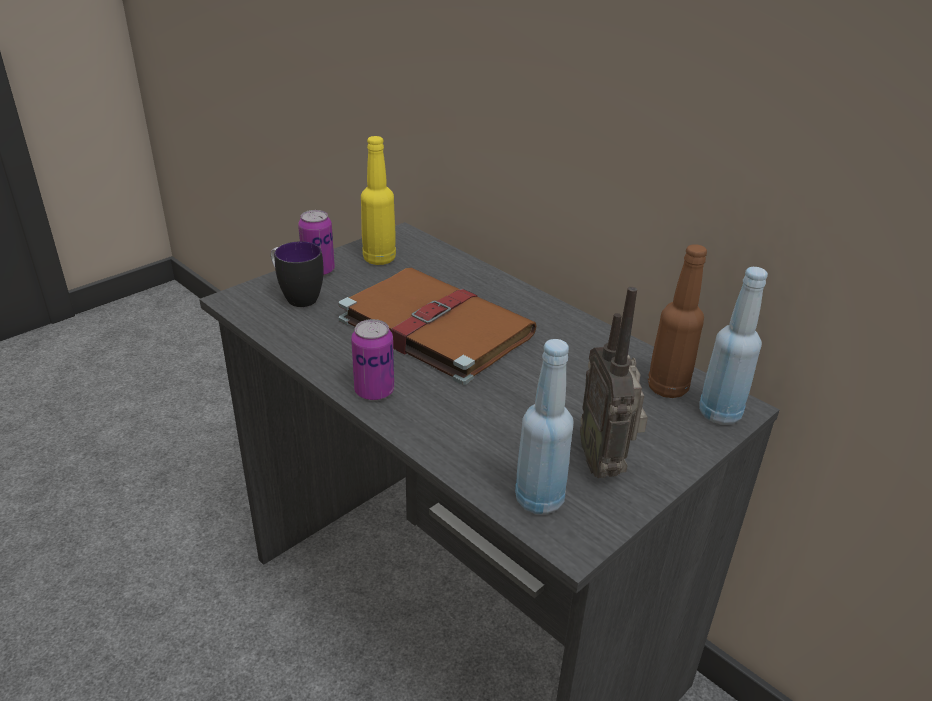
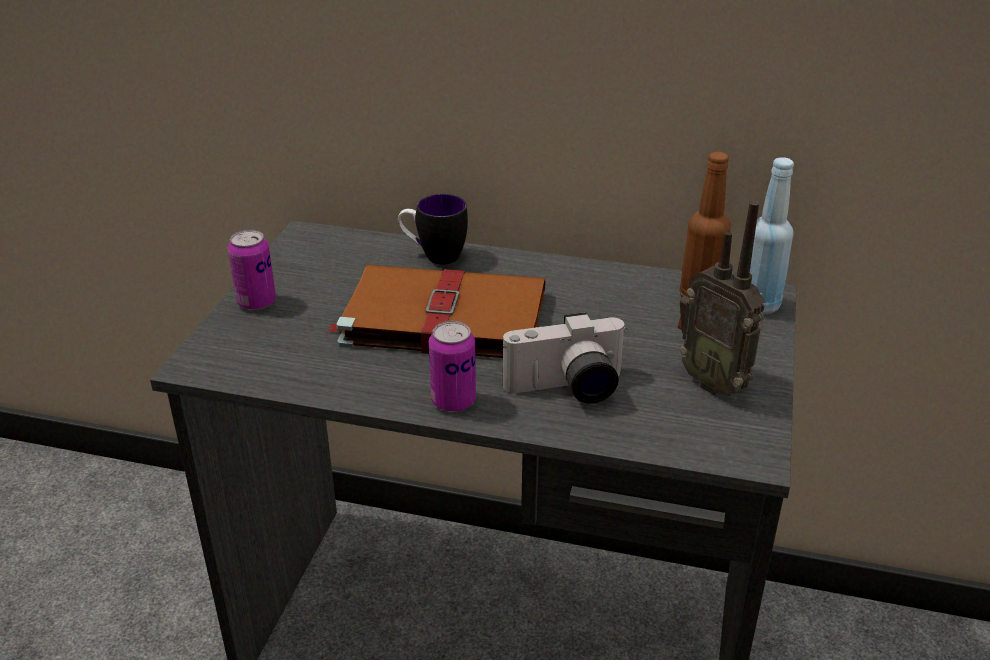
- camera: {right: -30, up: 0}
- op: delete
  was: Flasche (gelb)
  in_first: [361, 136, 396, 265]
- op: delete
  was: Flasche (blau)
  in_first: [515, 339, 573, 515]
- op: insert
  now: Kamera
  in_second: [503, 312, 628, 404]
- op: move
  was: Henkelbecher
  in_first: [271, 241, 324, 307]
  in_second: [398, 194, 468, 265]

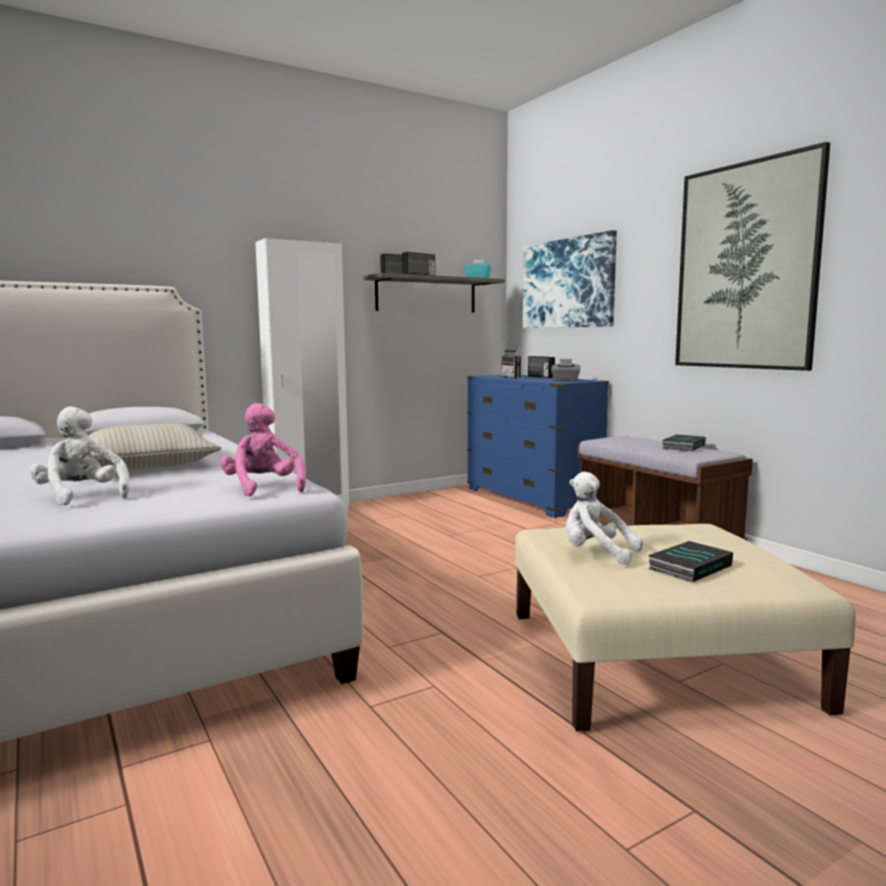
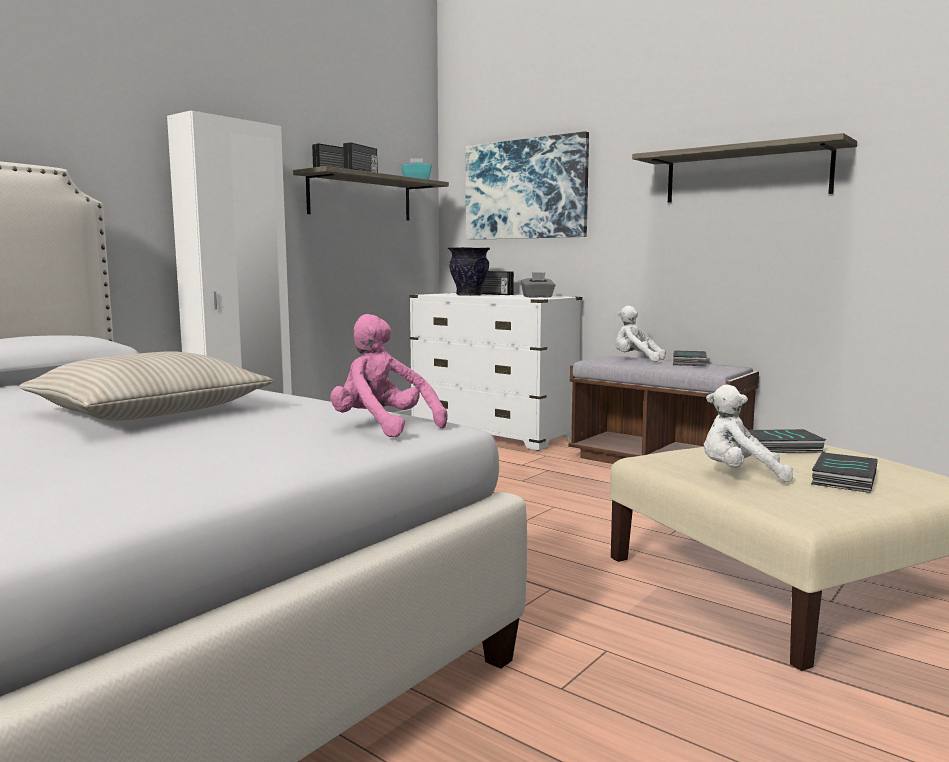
- camera: {right: -20, up: 0}
- op: insert
  now: Buch
  in_second: [748, 429, 826, 453]
- op: move
  was: Plüschtier (weiß)
  in_first: [30, 406, 130, 506]
  in_second: [615, 306, 666, 362]
- op: replace
  was: Radio
  now: Vase
  in_first: [501, 344, 521, 378]
  in_second: [448, 247, 490, 296]
- op: replace
  was: Bild
  now: Wandregal
  in_first: [675, 142, 830, 371]
  in_second: [632, 133, 857, 202]
- op: recolor
  was: Kommode (blau)
  now: Kommode (weiß)
  in_first: [467, 375, 609, 518]
  in_second: [409, 293, 582, 451]

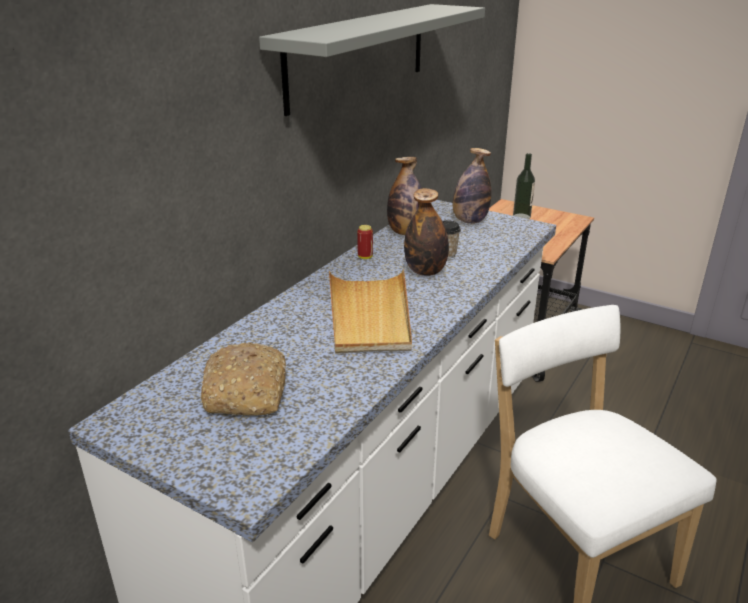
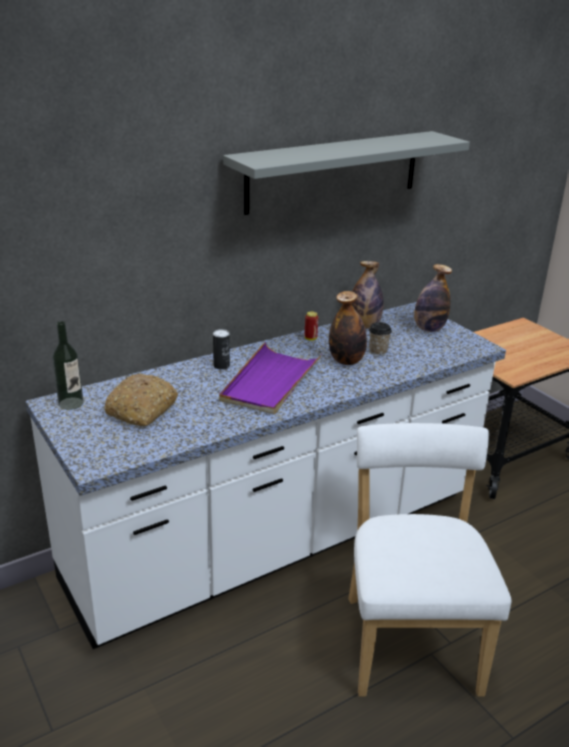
- camera: {right: 25, up: 0}
- op: insert
  now: Dose
  in_second: [213, 329, 230, 370]
- op: move
  was: Flasche
  in_first: [513, 153, 535, 219]
  in_second: [52, 321, 84, 410]
- op: recolor
  was: Tablett (beige)
  now: Tablett (lila)
  in_first: [329, 269, 412, 353]
  in_second: [219, 342, 322, 415]

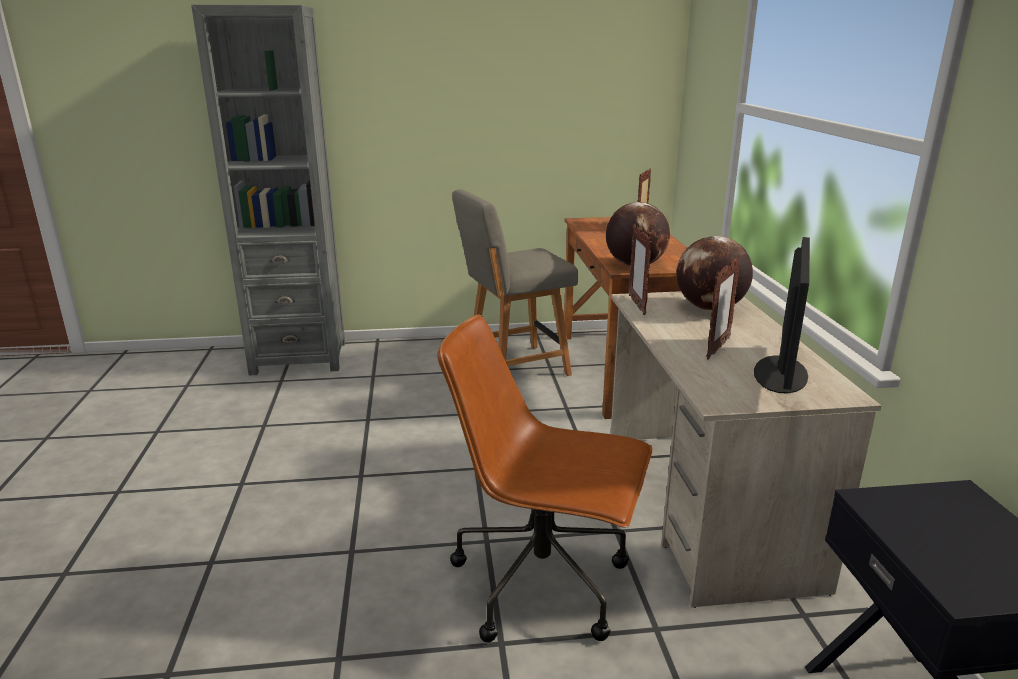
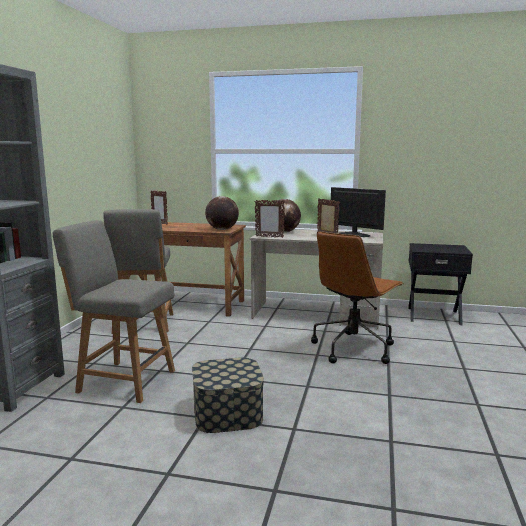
- camera: {right: -70, up: -10}
- op: insert
  now: Stuhl (grau)
  in_second: [53, 220, 175, 403]
- op: insert
  now: Aufbewahrungsbox
  in_second: [192, 358, 264, 433]

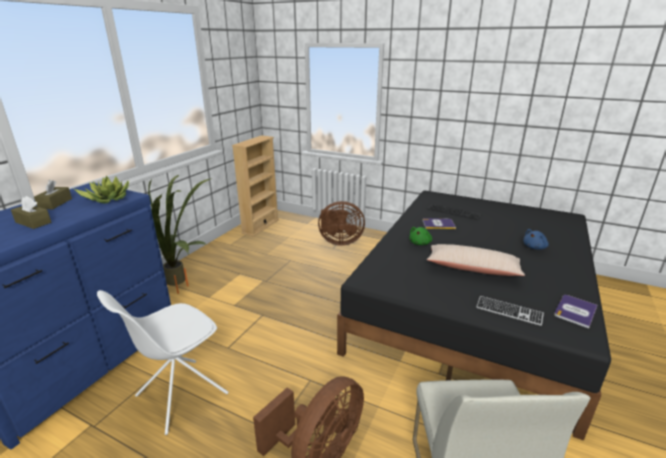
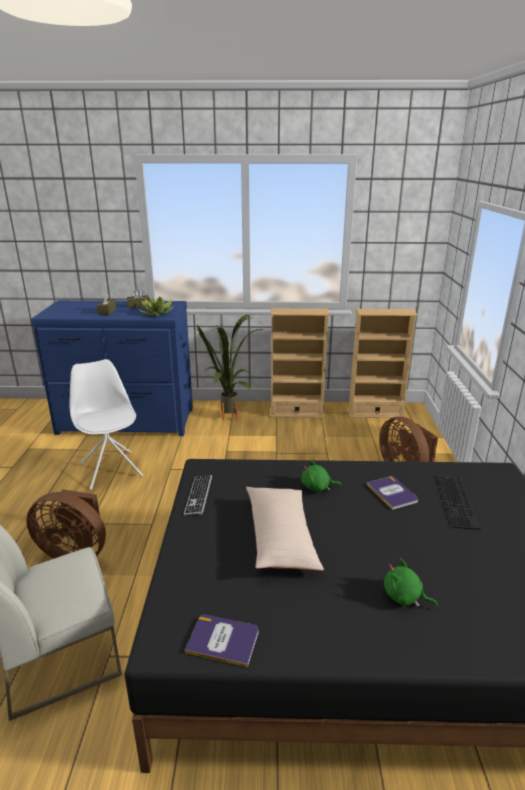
- camera: {right: 65, up: 0}
- op: insert
  now: Bücherregal (beige)
  in_second: [270, 308, 330, 418]
- op: move
  was: Tastatur
  in_first: [476, 296, 544, 326]
  in_second: [184, 475, 212, 515]
- op: recolor
  was: Plüschtier (blau)
  now: Plüschtier (grün)
  in_first: [523, 229, 549, 250]
  in_second: [384, 558, 438, 607]
- op: rotate
  was: Stuhl (weiß)
  in_first: [97, 290, 228, 435]
  in_second: [70, 359, 143, 490]
  clockwise: 45

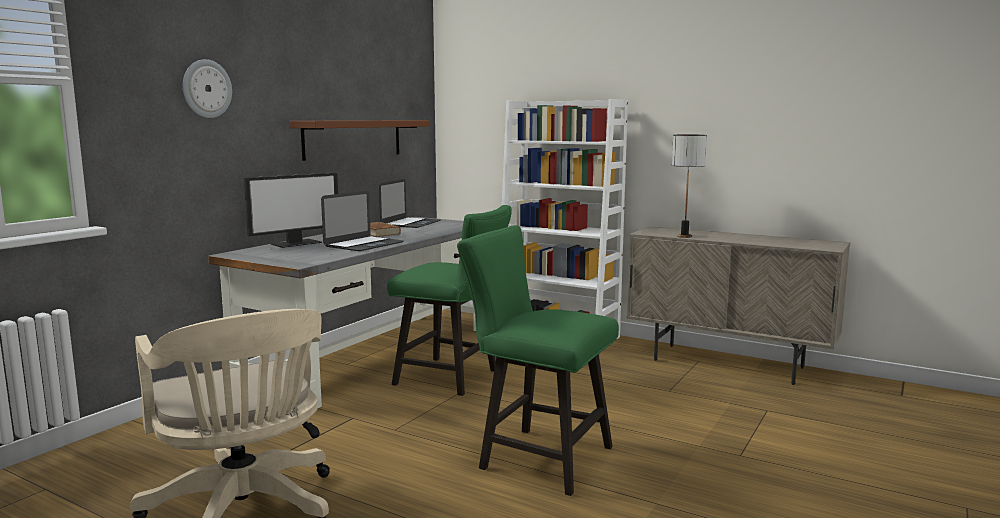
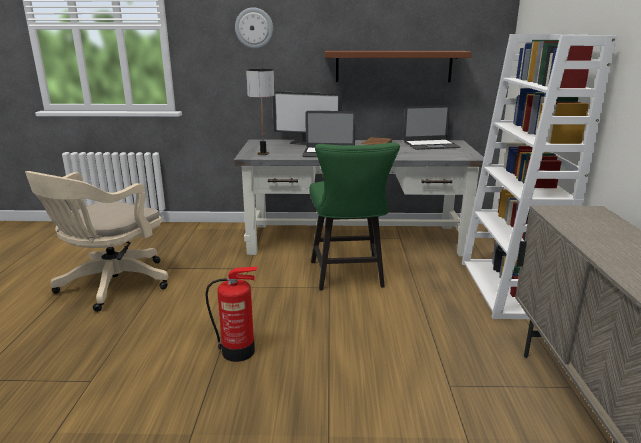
- camera: {right: 60, up: 10}
- op: move
  was: Tischlampe
  in_first: [672, 135, 707, 238]
  in_second: [246, 69, 275, 155]
- op: replace
  was: Stuhl (grün)
  now: Feuerlöscher
  in_first: [457, 225, 619, 496]
  in_second: [205, 267, 257, 362]

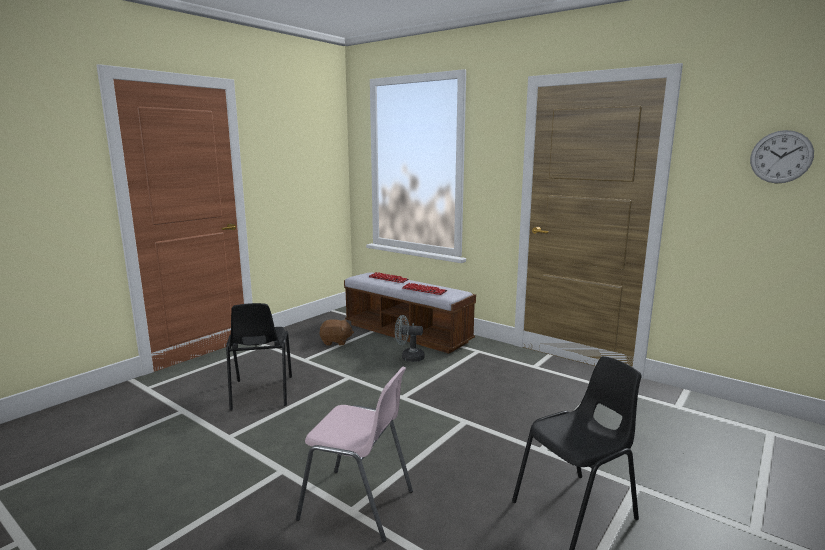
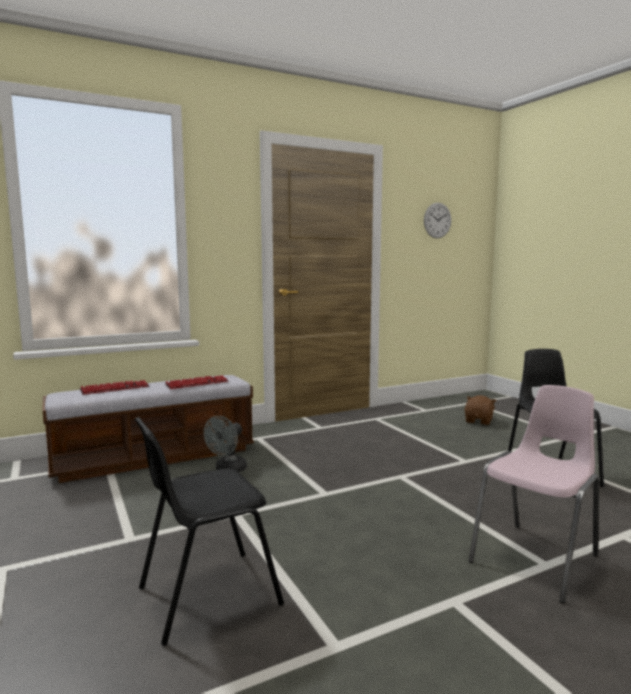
- camera: {right: -65, up: -5}
- op: move
  was: Plüschtier (braun)
  in_first: [319, 319, 354, 346]
  in_second: [465, 395, 497, 425]
- op: rotate
  was: Stuhl (schwarz)
  in_first: [226, 303, 292, 411]
  in_second: [134, 417, 284, 646]
  clockwise: 135

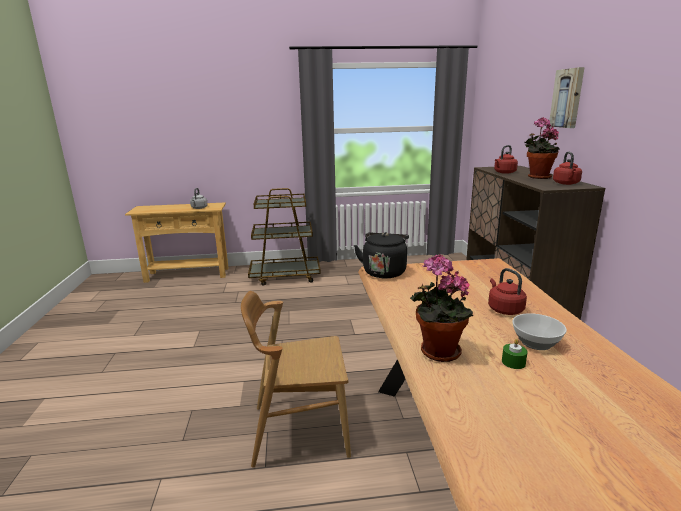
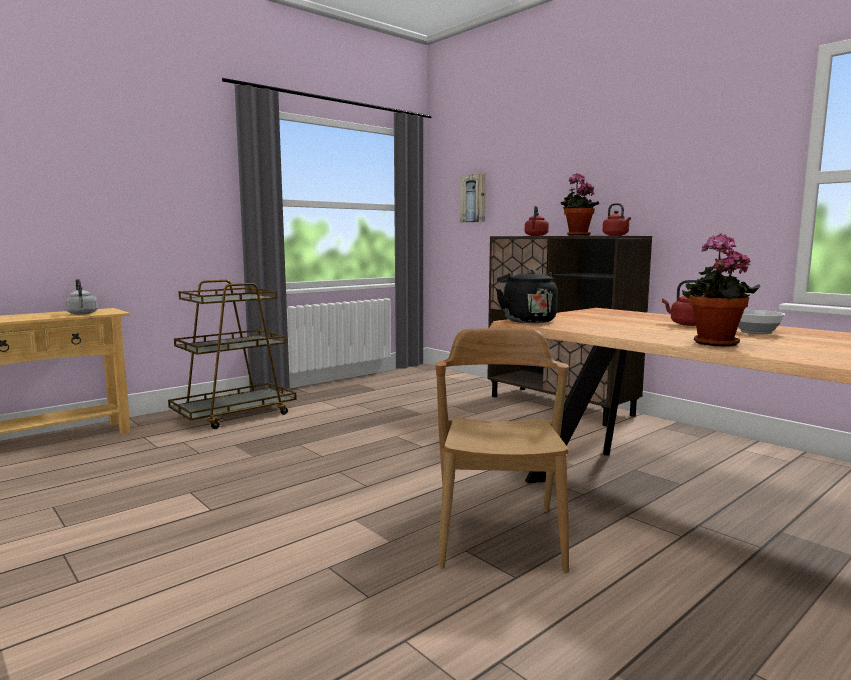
- camera: {right: -35, up: -10}
- op: delete
  was: Kerze (grün)
  in_first: [502, 339, 528, 369]
- op: move
  was: Bild
  in_first: [549, 67, 585, 128]
  in_second: [460, 173, 486, 223]
- op: rotate
  was: Stuhl (braun)
  in_first: [241, 291, 351, 468]
  in_second: [436, 328, 569, 573]
  clockwise: 135

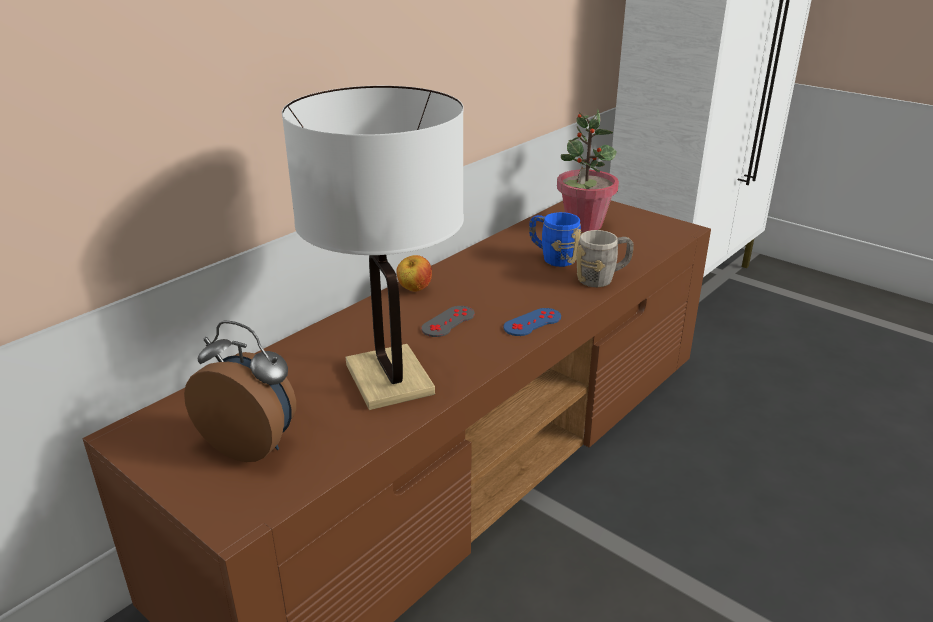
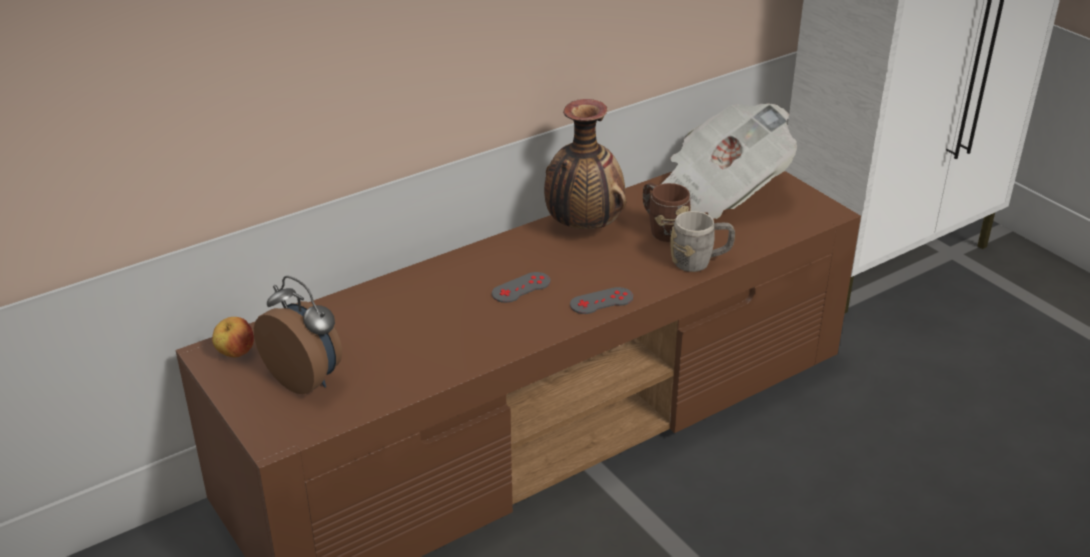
- camera: {right: 15, up: 5}
- op: delete
  was: Tischlampe (weiß)
  in_first: [282, 86, 464, 410]
- op: insert
  now: Vase
  in_second: [544, 99, 626, 229]
- op: move
  was: Apfel
  in_first: [396, 255, 432, 292]
  in_second: [212, 317, 254, 357]
- op: replace
  was: Topfpflanze
  now: Zeitung
  in_first: [557, 109, 619, 232]
  in_second: [662, 104, 797, 219]
- op: recolor
  was: Gamepad (blau)
  now: Gamepad (grau)
  in_first: [503, 308, 561, 336]
  in_second: [570, 287, 633, 314]
- op: recolor
  was: Henkelbecher (blau)
  now: Henkelbecher (braun)
  in_first: [529, 212, 581, 267]
  in_second: [643, 183, 691, 242]

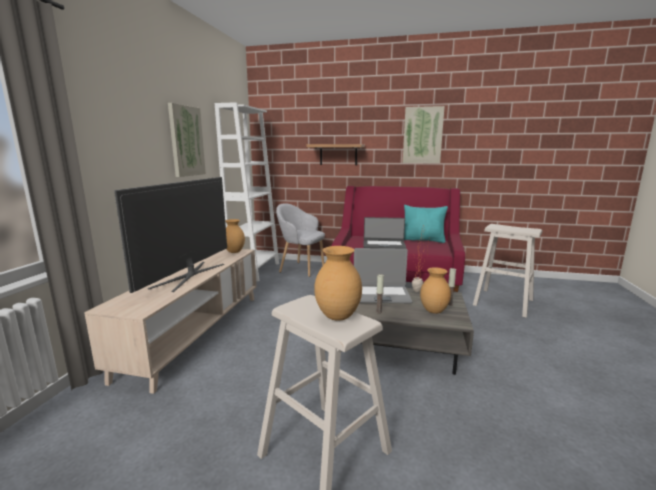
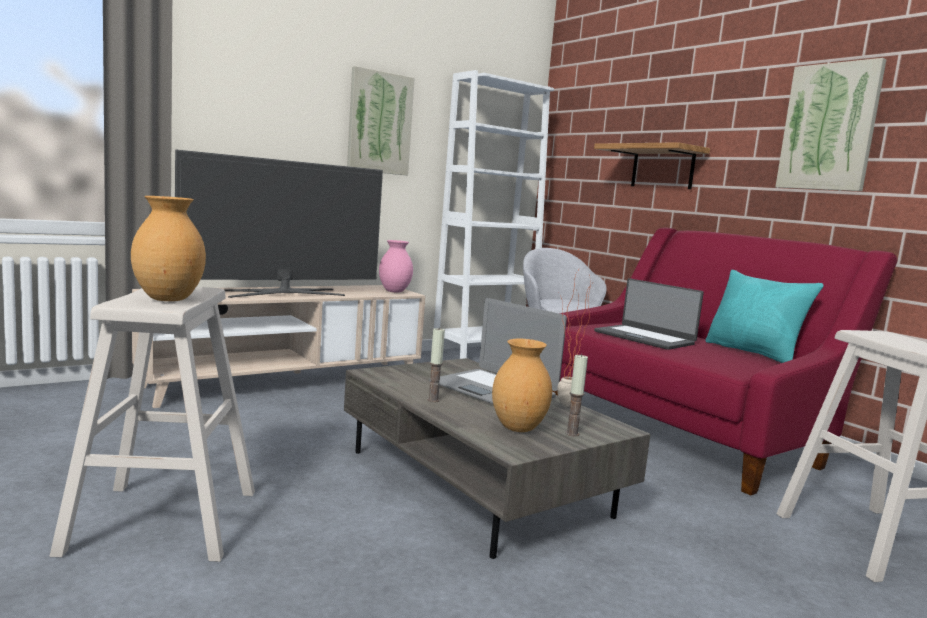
- camera: {right: 40, up: -5}
- op: recolor
  was: Vase (braun)
  now: Vase (rosa)
  in_first: [225, 219, 245, 253]
  in_second: [379, 240, 413, 292]

